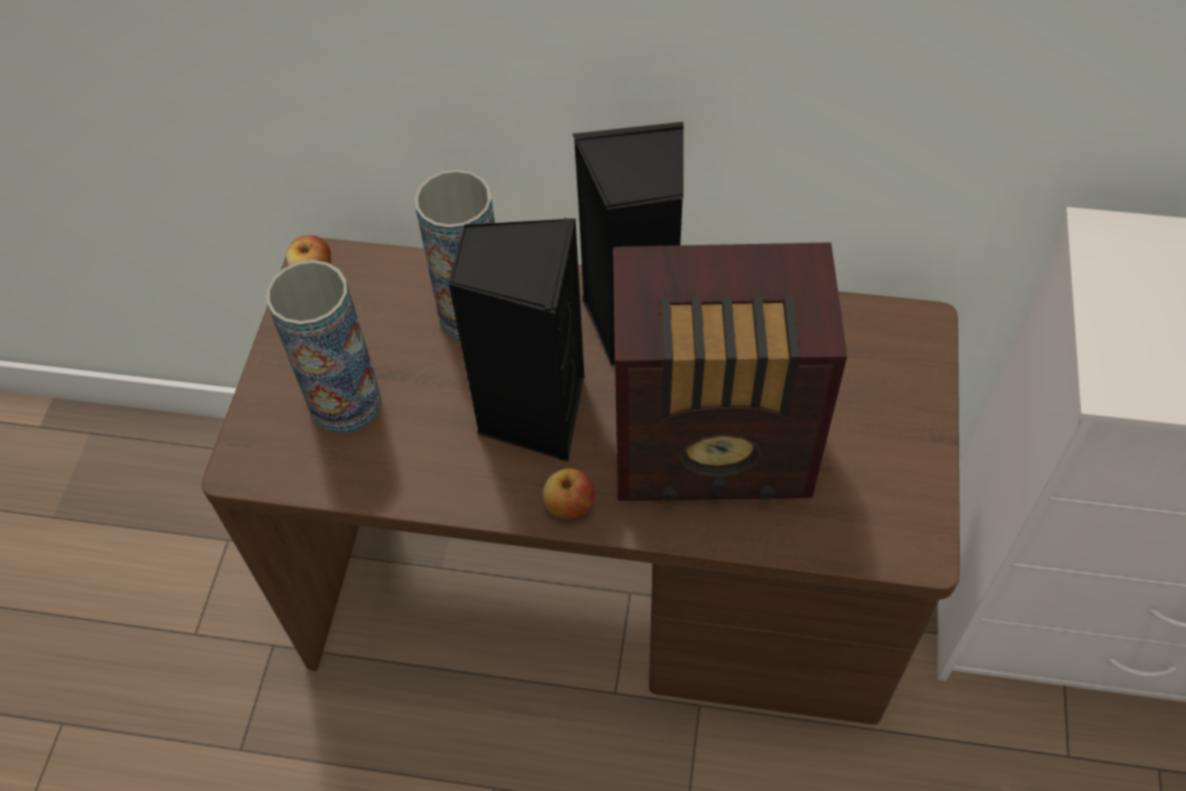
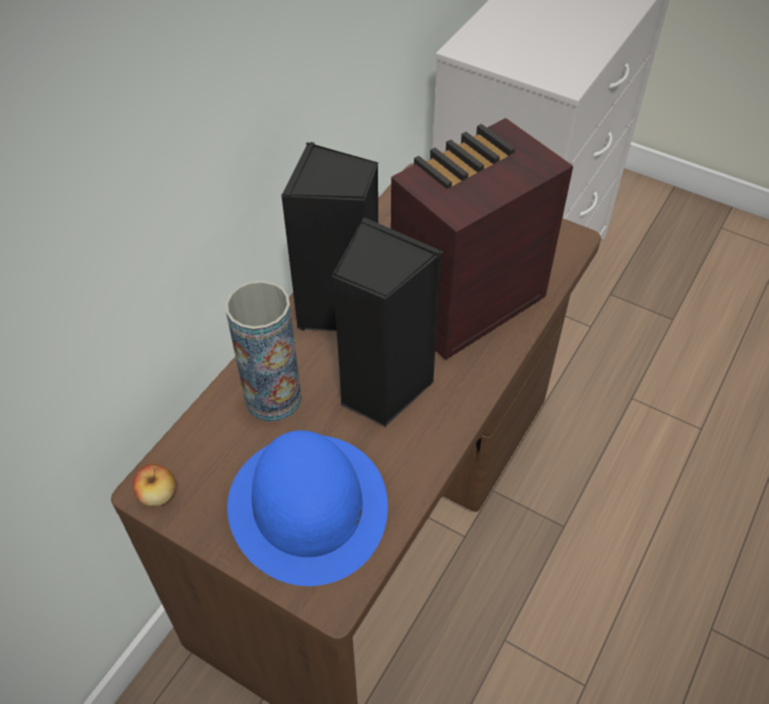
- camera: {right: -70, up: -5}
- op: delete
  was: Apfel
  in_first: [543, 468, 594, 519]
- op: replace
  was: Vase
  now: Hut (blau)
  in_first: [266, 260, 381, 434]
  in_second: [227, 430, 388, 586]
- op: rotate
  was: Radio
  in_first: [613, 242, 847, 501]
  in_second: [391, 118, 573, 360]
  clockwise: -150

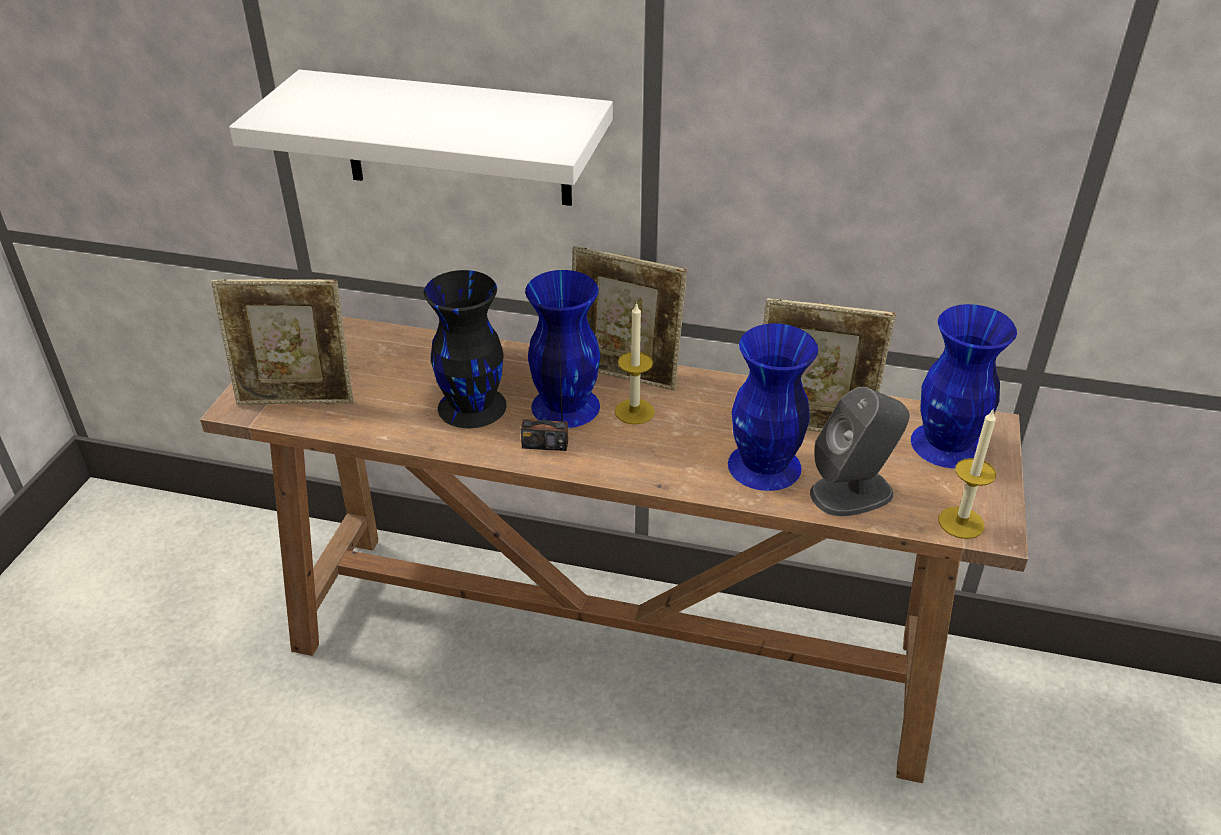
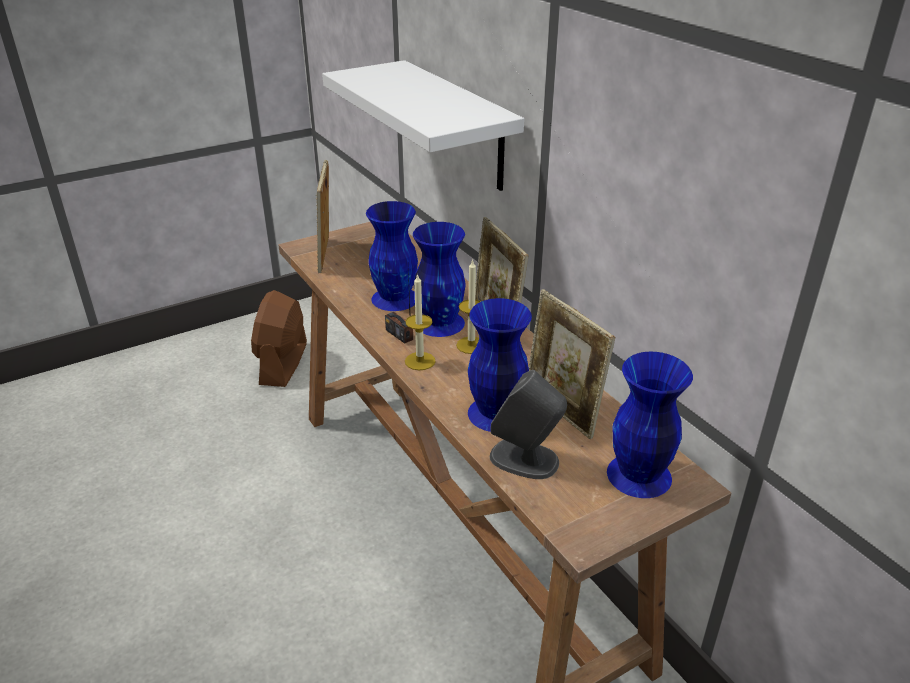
- camera: {right: 45, up: -5}
- op: insert
  now: Ventilator (braun)
  in_second: [251, 290, 307, 387]
- op: move
  was: Kerze
  in_first: [939, 408, 996, 539]
  in_second: [405, 273, 436, 370]
- op: recolor
  was: Vase (schwarz)
  now: Vase (blau)
  in_first: [424, 270, 507, 428]
  in_second: [366, 201, 418, 311]
- op: rotate
  was: Bilderrahmen
  in_first: [211, 279, 353, 405]
  in_second: [316, 160, 329, 273]
  clockwise: 45

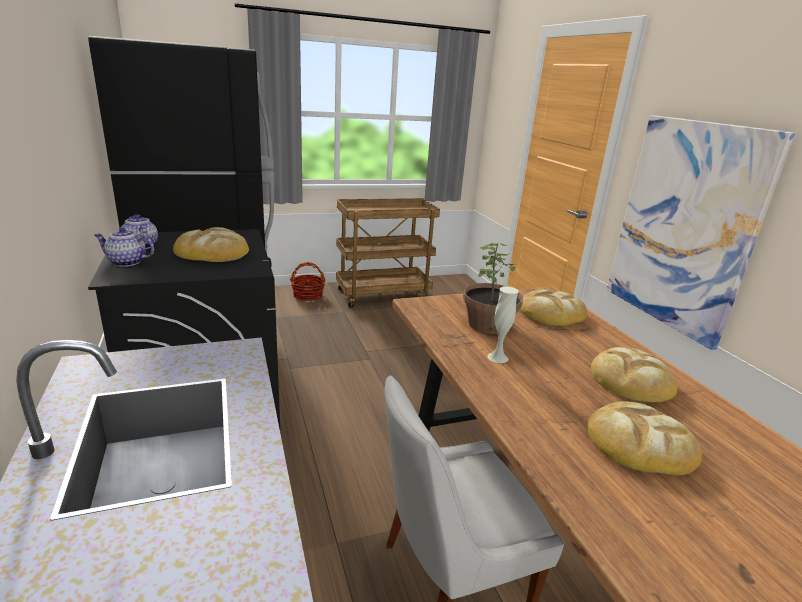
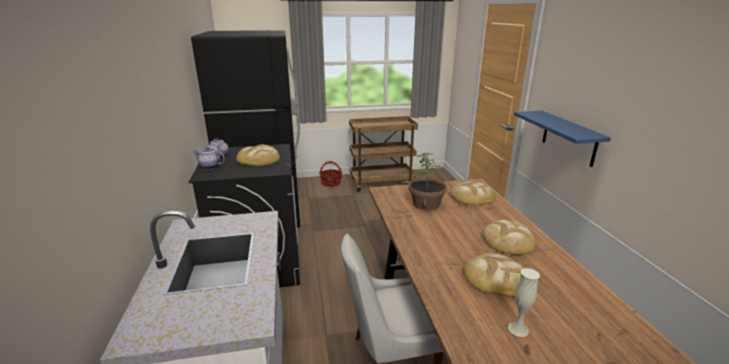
- camera: {right: 10, up: 0}
- op: move
  was: Vase (weiß)
  in_first: [487, 286, 519, 363]
  in_second: [508, 268, 540, 337]
- op: replace
  was: Bild
  now: Wandregal (blau)
  in_first: [607, 115, 795, 350]
  in_second: [514, 111, 611, 167]

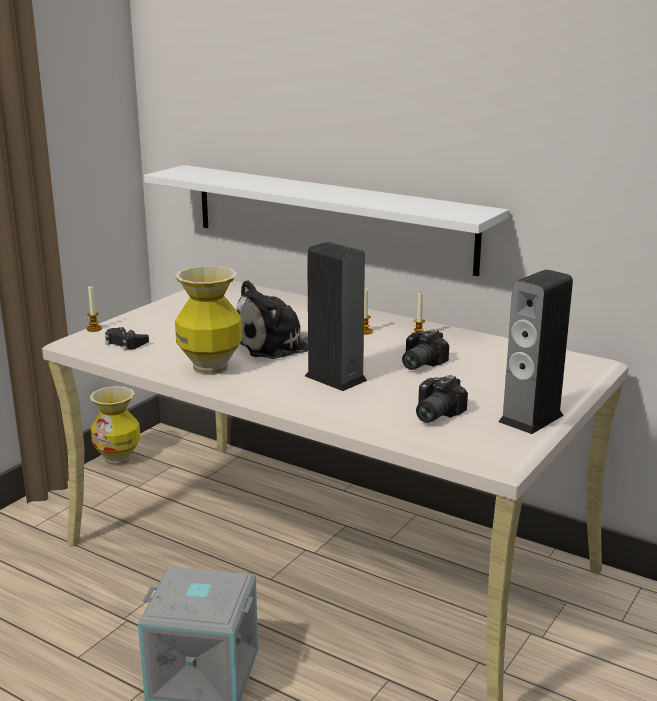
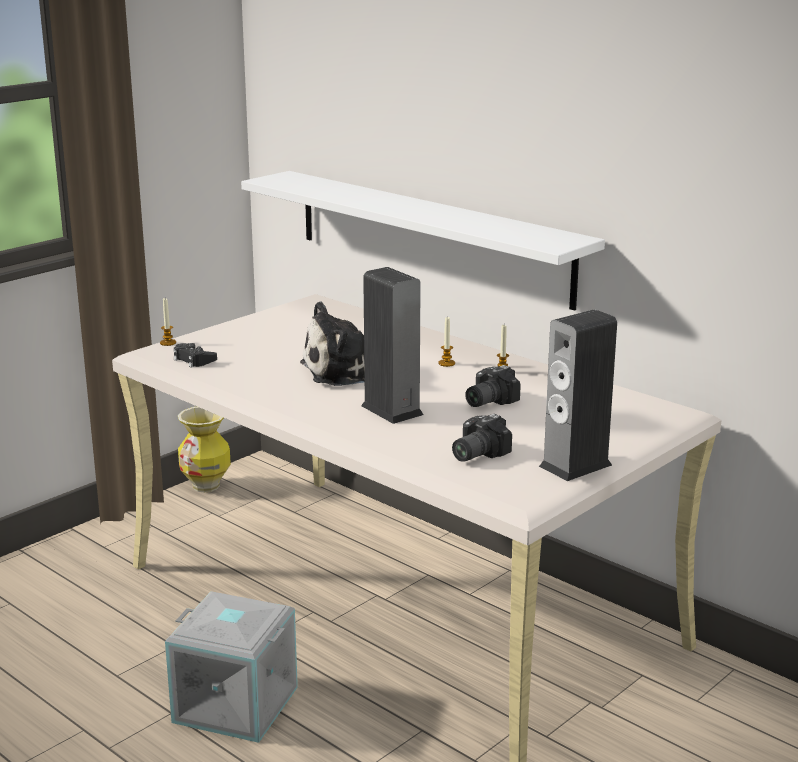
- camera: {right: 10, up: 0}
- op: delete
  was: Vase
  in_first: [175, 266, 242, 375]

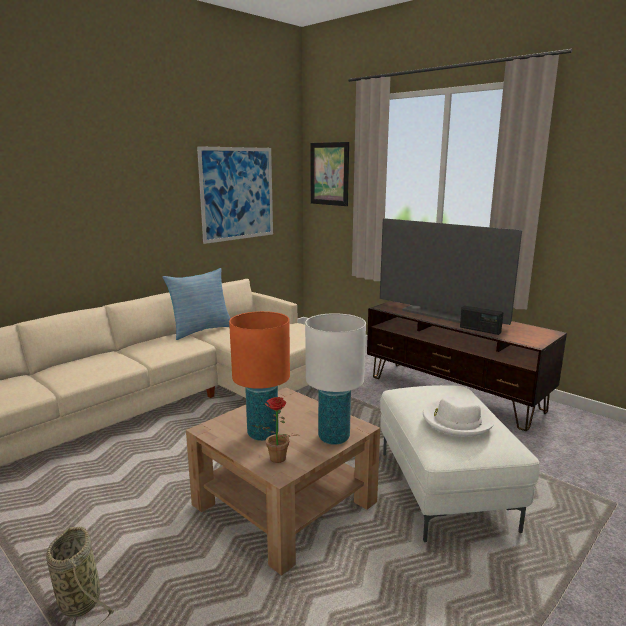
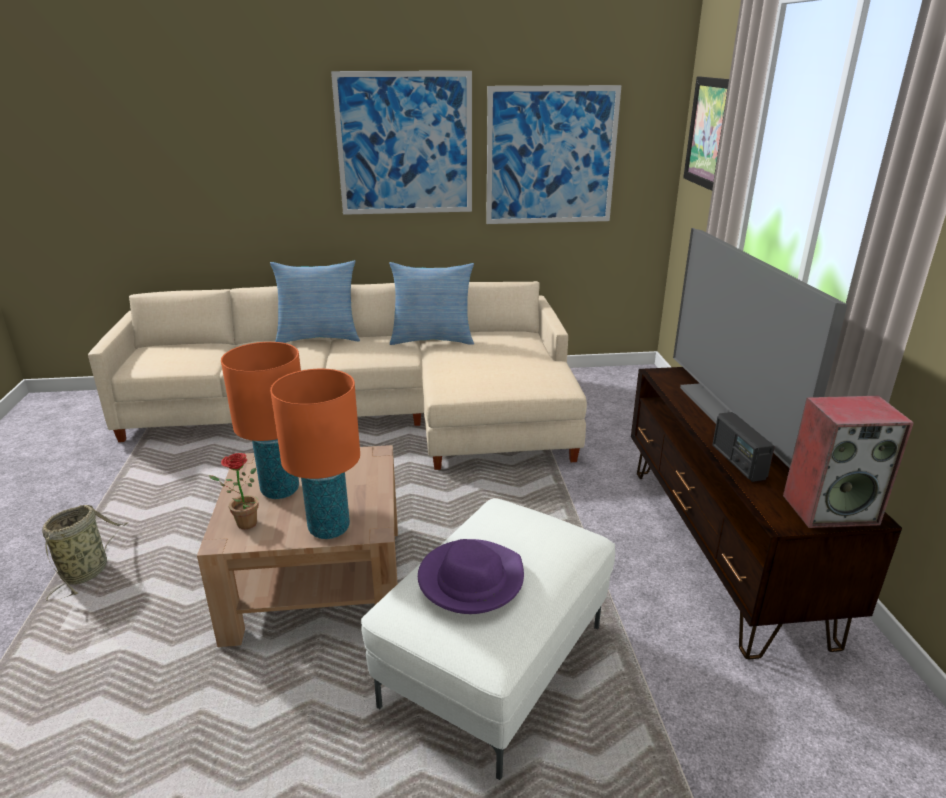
- camera: {right: 40, up: 10}
- op: insert
  now: Kissen
  in_second: [270, 260, 360, 343]
- op: insert
  now: Bild
  in_second: [331, 71, 472, 215]
- op: insert
  now: Lautsprecher
  in_second: [783, 396, 914, 528]
- op: recolor
  was: Tischlampe (weiß)
  now: Tischlampe (orange)
  in_first: [305, 313, 366, 445]
  in_second: [270, 369, 360, 539]
- op: recolor
  was: Hut (weiß)
  now: Hut (lila)
  in_first: [423, 396, 495, 437]
  in_second: [418, 539, 524, 614]

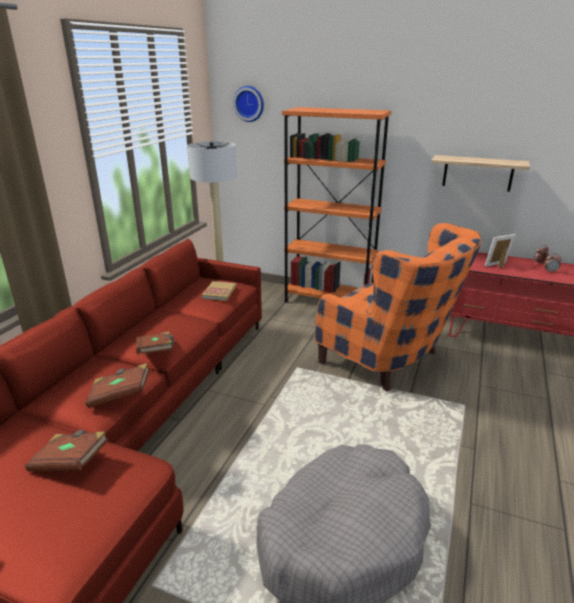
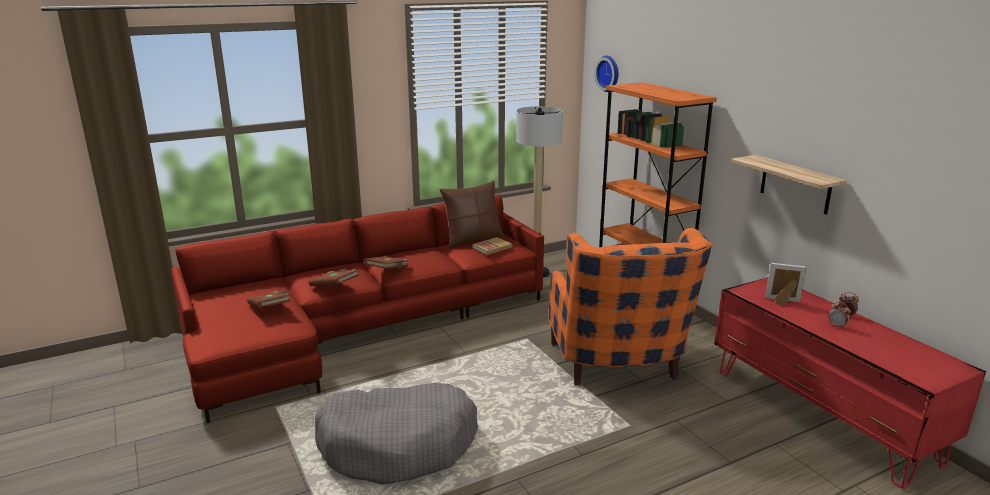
- camera: {right: 40, up: -5}
- op: insert
  now: Kissen (braun)
  in_second: [439, 180, 504, 248]

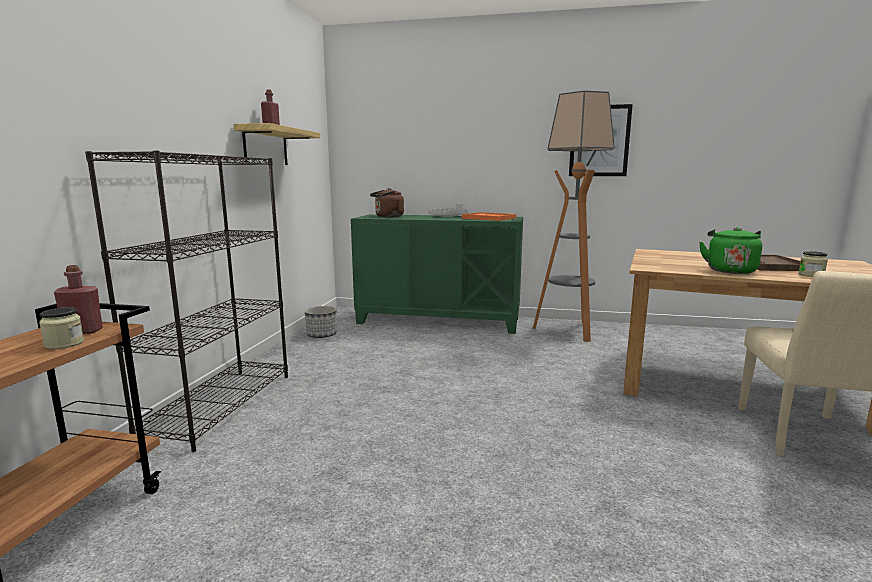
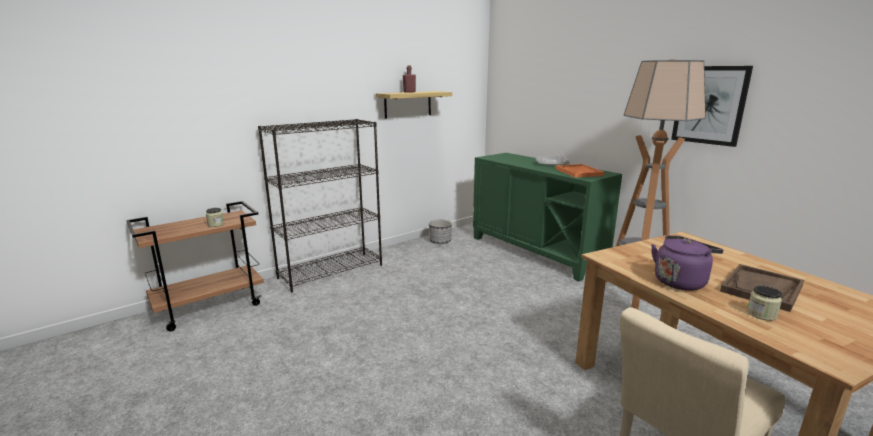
- camera: {right: 40, up: 5}
- op: delete
  was: Flasche (rot)
  in_first: [54, 265, 103, 334]
- op: delete
  was: Wasserkessel (braun)
  in_first: [370, 188, 404, 217]
- op: recolor
  was: Wasserkessel (grün)
  now: Wasserkessel (lila)
  in_first: [699, 227, 762, 274]
  in_second: [651, 235, 723, 291]

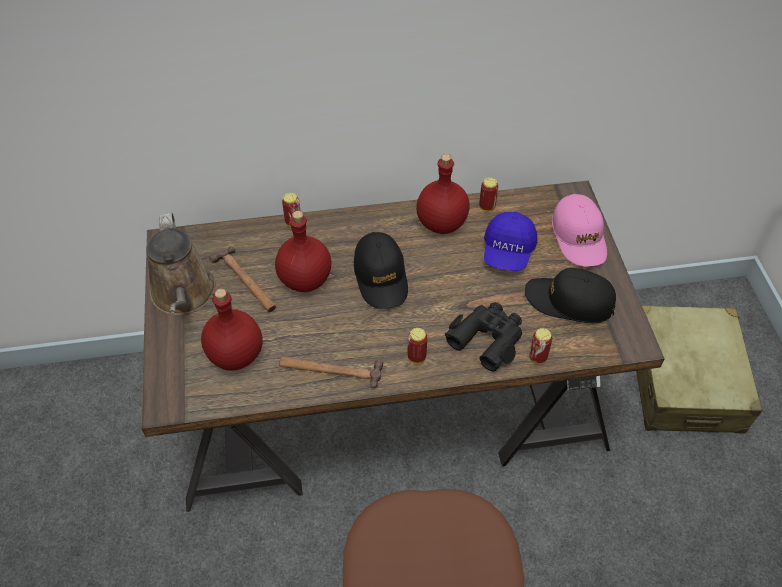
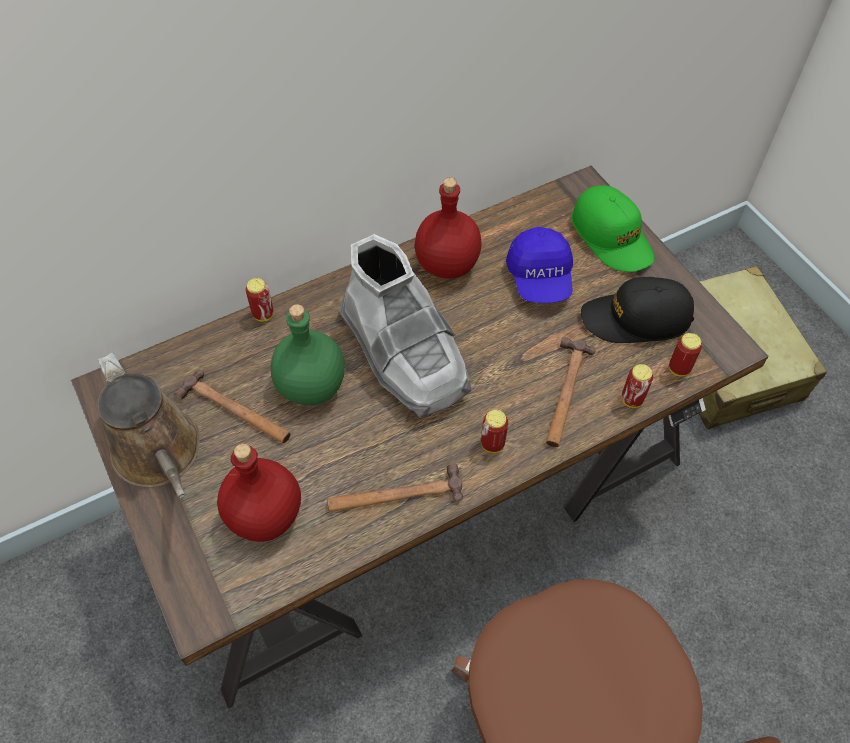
- camera: {right: -20, up: 5}
- op: move
  was: Dose
  in_first: [479, 178, 498, 212]
  in_second: [669, 333, 702, 377]
- op: replace
  was: Kappe (schwarz)
  now: Stiefel (grau)
  in_first: [354, 232, 408, 309]
  in_second: [338, 234, 471, 418]
- op: replace
  was: Fernglas (schwarz)
  now: Hammer
  in_first: [445, 302, 522, 371]
  in_second: [546, 337, 596, 447]
- op: recolor
  was: Flasche (rot)
  now: Flasche (grün)
  in_first: [275, 211, 331, 292]
  in_second: [271, 304, 345, 405]
- op: recolor
  was: Kappe (rosa)
  now: Kappe (grün)
  in_first: [552, 194, 607, 267]
  in_second: [572, 185, 654, 272]

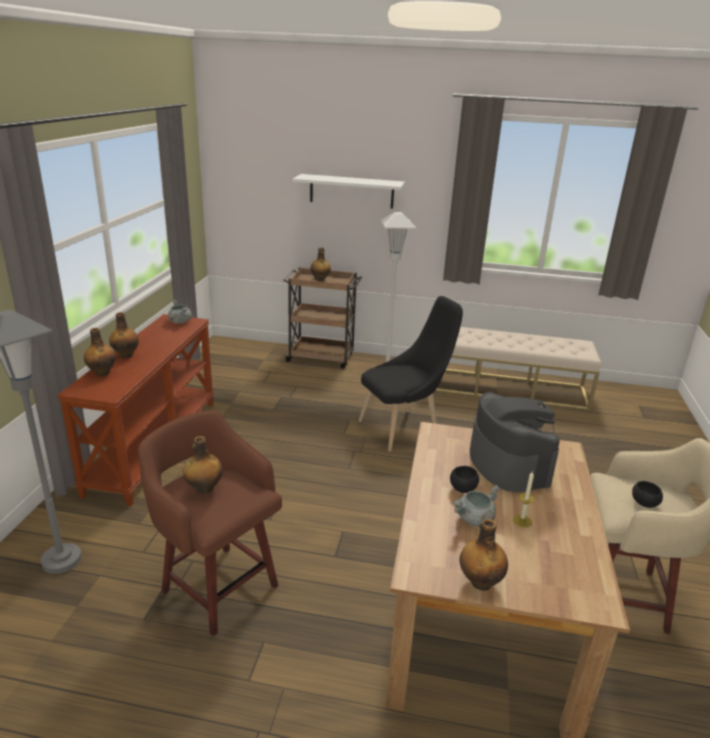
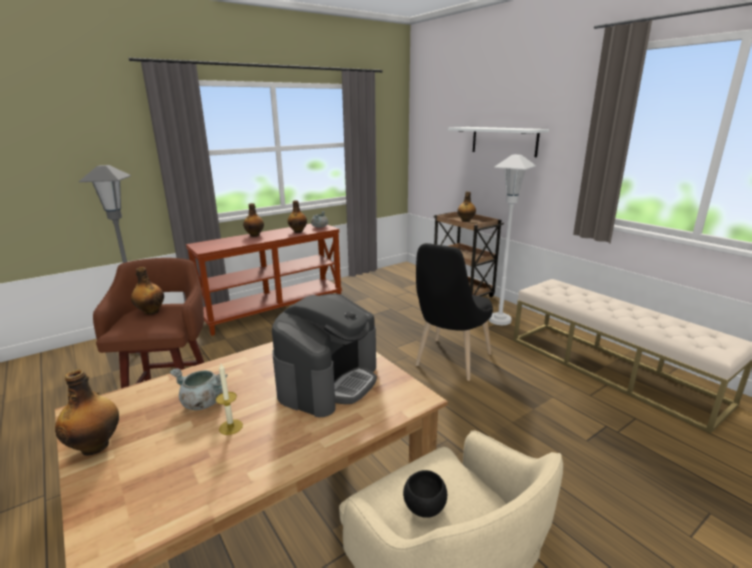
- camera: {right: 45, up: -5}
- op: delete
  was: Schüssel (schwarz)
  in_first: [450, 466, 479, 493]
- op: move
  was: Flasche
  in_first: [84, 328, 116, 376]
  in_second: [288, 200, 307, 233]
- op: rotate
  was: Stuhl (schwarz)
  in_first: [359, 296, 463, 452]
  in_second: [416, 243, 493, 381]
  clockwise: 105

